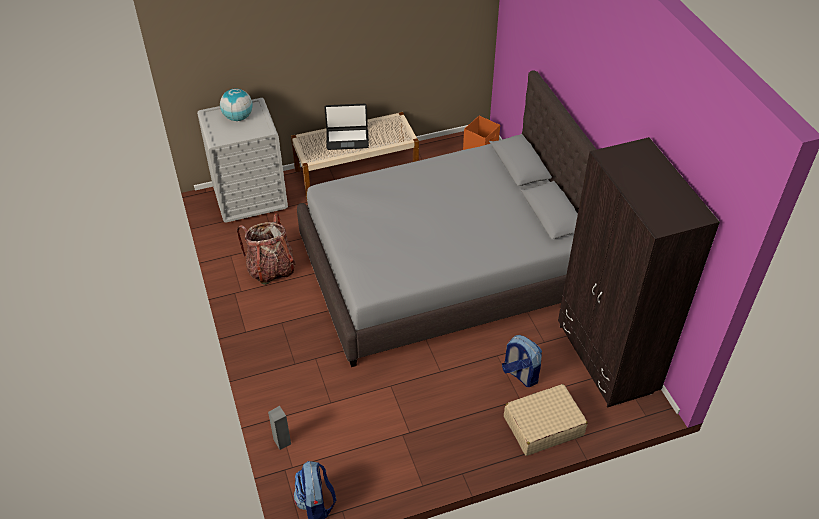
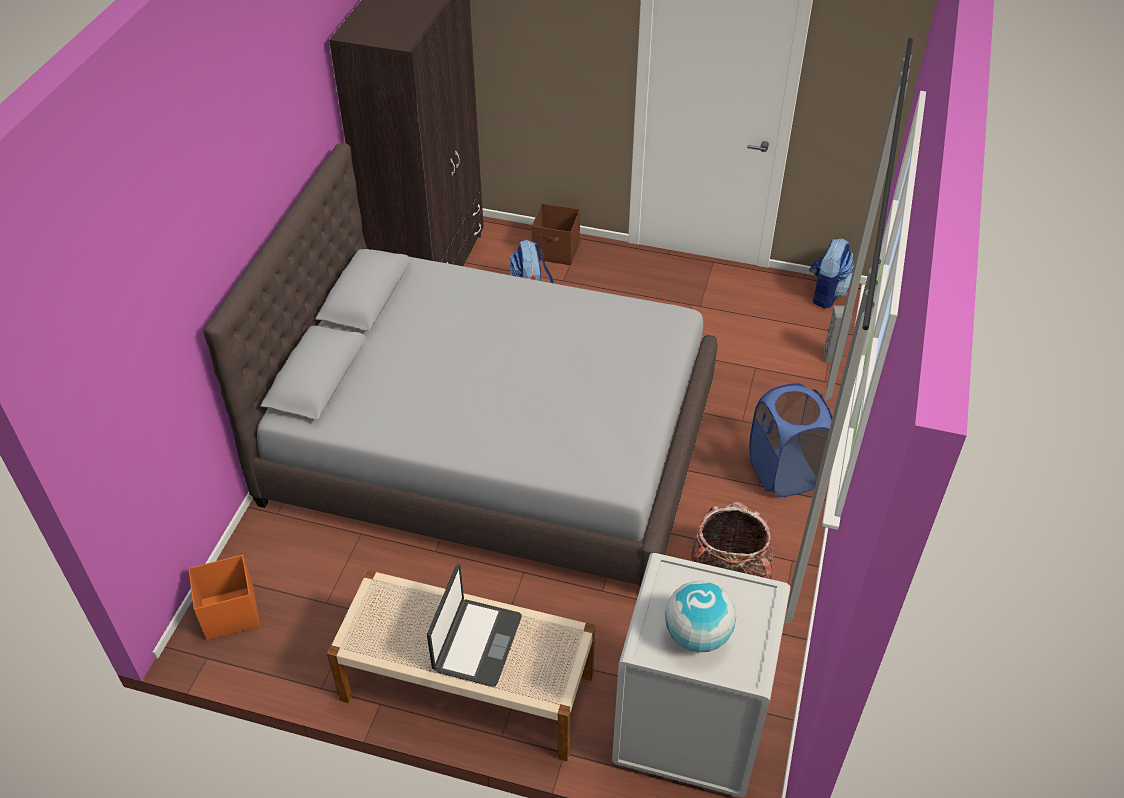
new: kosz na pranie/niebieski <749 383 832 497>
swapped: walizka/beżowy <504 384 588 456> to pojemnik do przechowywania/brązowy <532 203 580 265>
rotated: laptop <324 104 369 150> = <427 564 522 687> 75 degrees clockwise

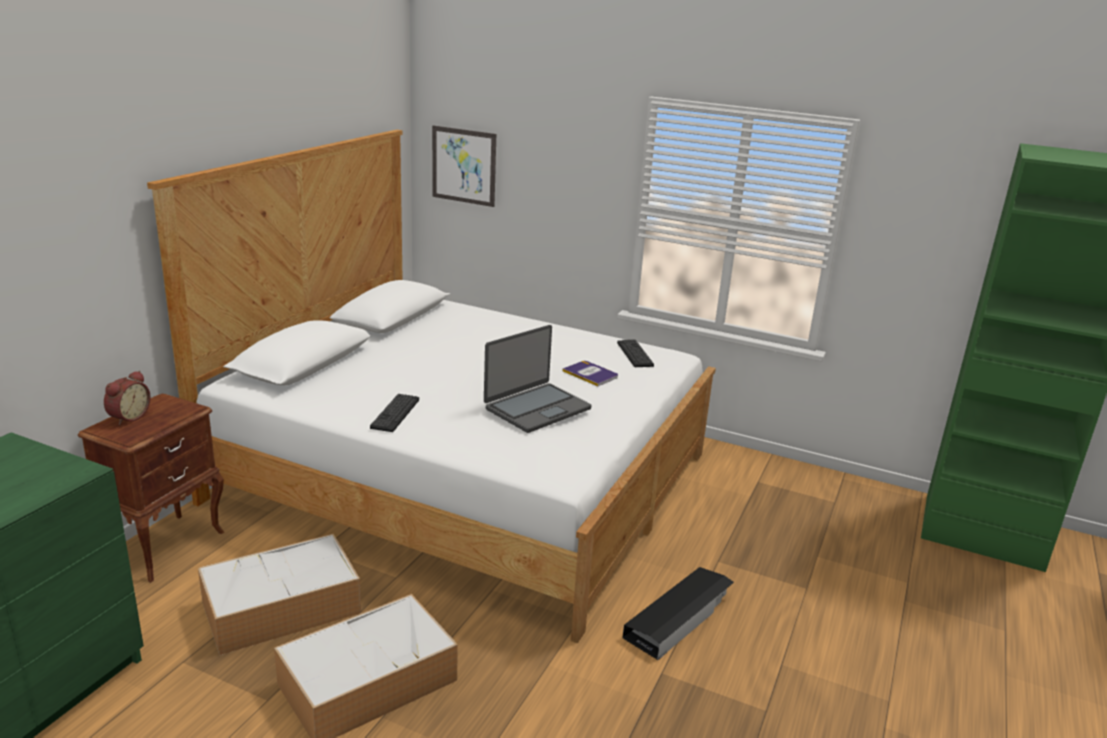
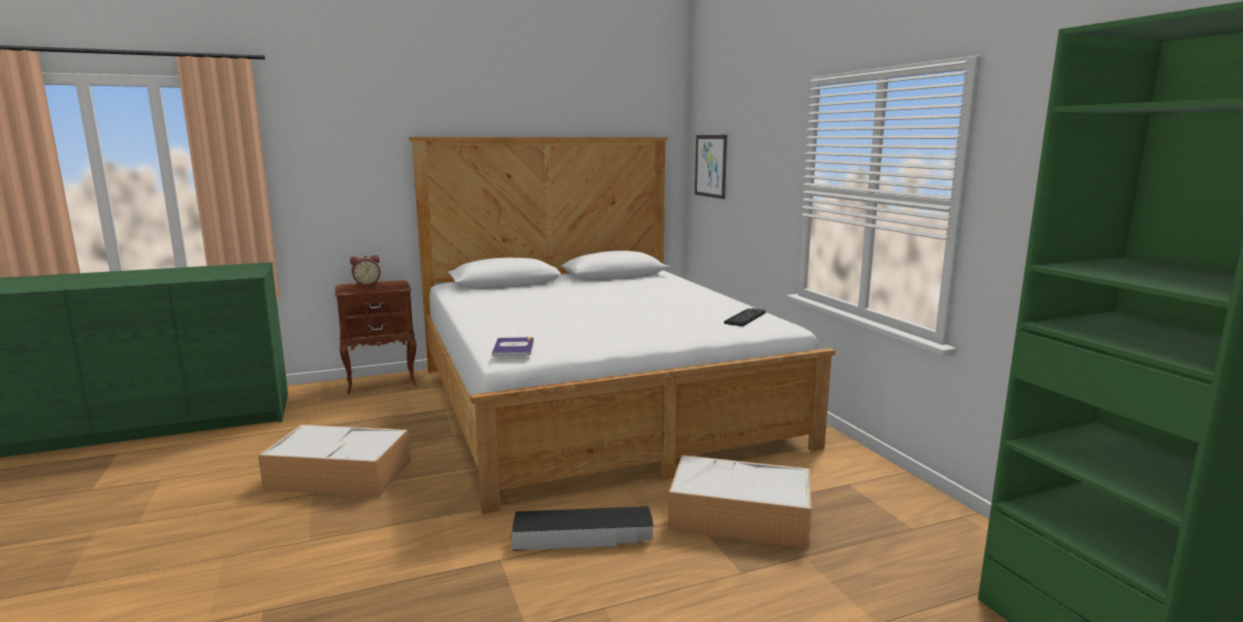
gone: klawiatura <370 394 419 432>; laptop <484 325 591 433>
shifted: książka <562 361 618 386> to <492 337 534 356>; pojemnik do przechowywania <198 534 361 655> to <668 455 811 549>

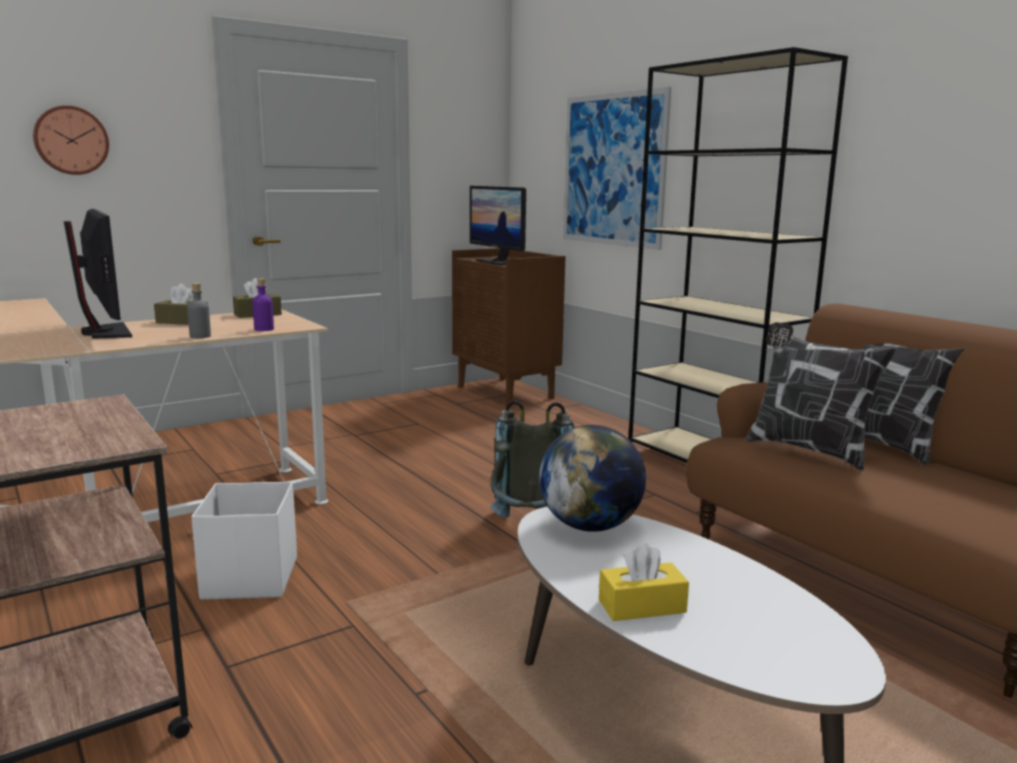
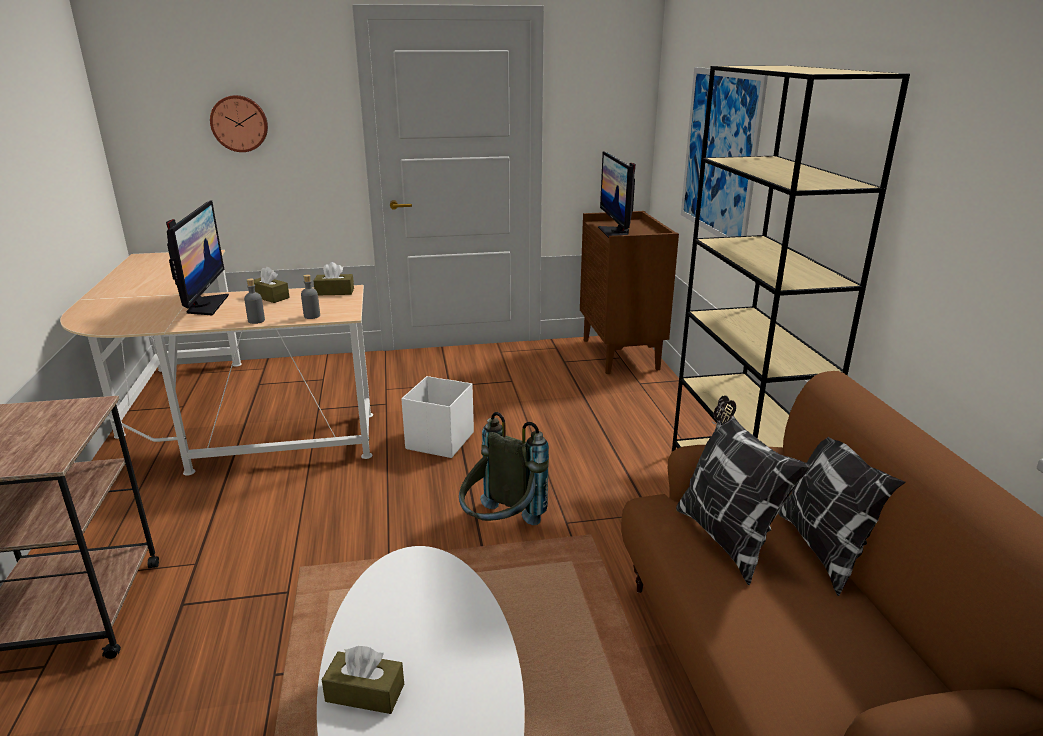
gone: globus <539 425 646 532>
shifted: pojemnik do przechowywania/biały <191 482 297 600> to <401 376 474 458>
repainted: butelka/fioletowy <252 278 274 331> to butelka/szary <301 274 320 319>; pudełko chusteczek/żółty <599 543 689 621> to pudełko chusteczek/brązowy <322 646 404 714>

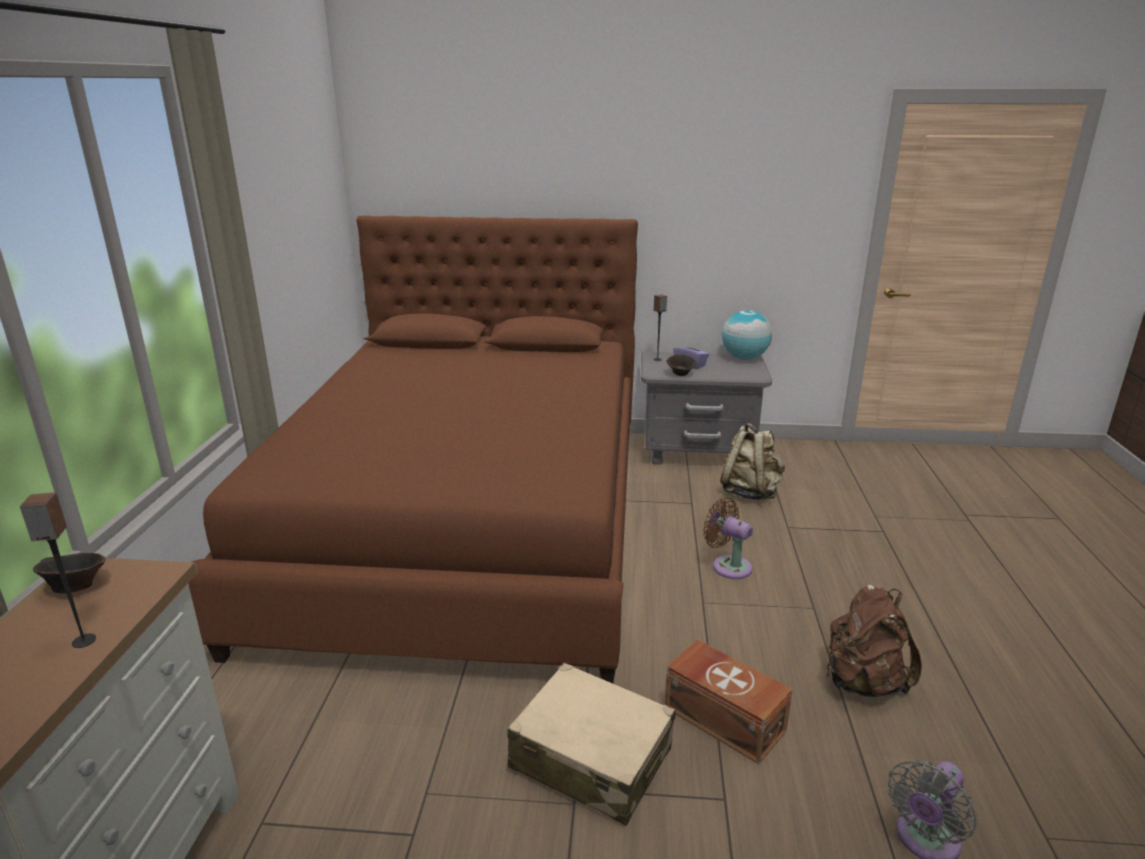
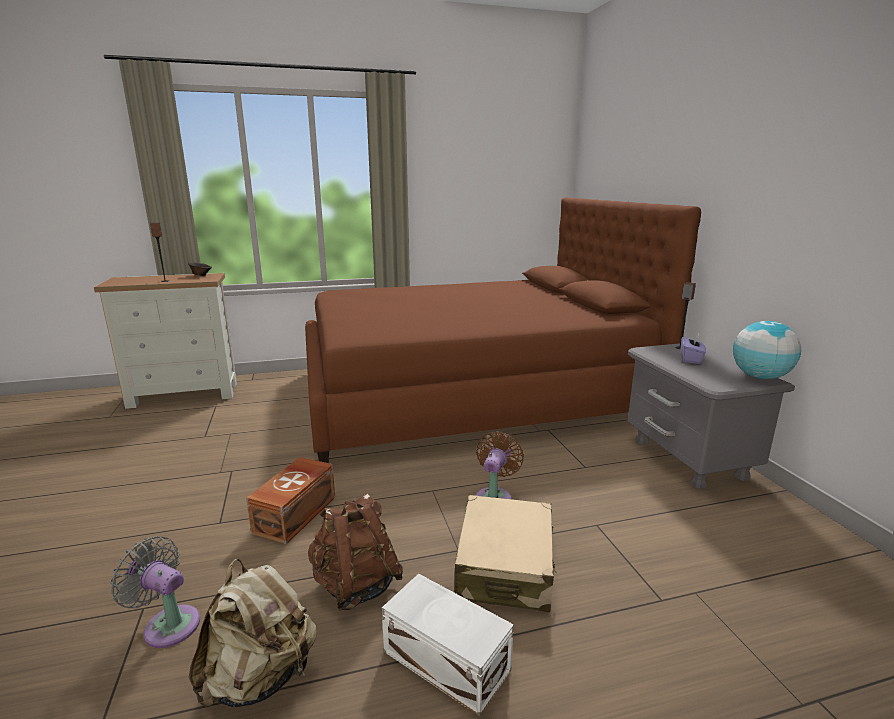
gone: miska/brązowy <666 354 697 376>
new: pojemnik do przechowywania/biały <382 574 514 716>
shifted: plecak/beżowy <720 423 785 500> to <189 559 317 707>; walizka/beżowy <507 663 676 826> to <454 495 557 612>

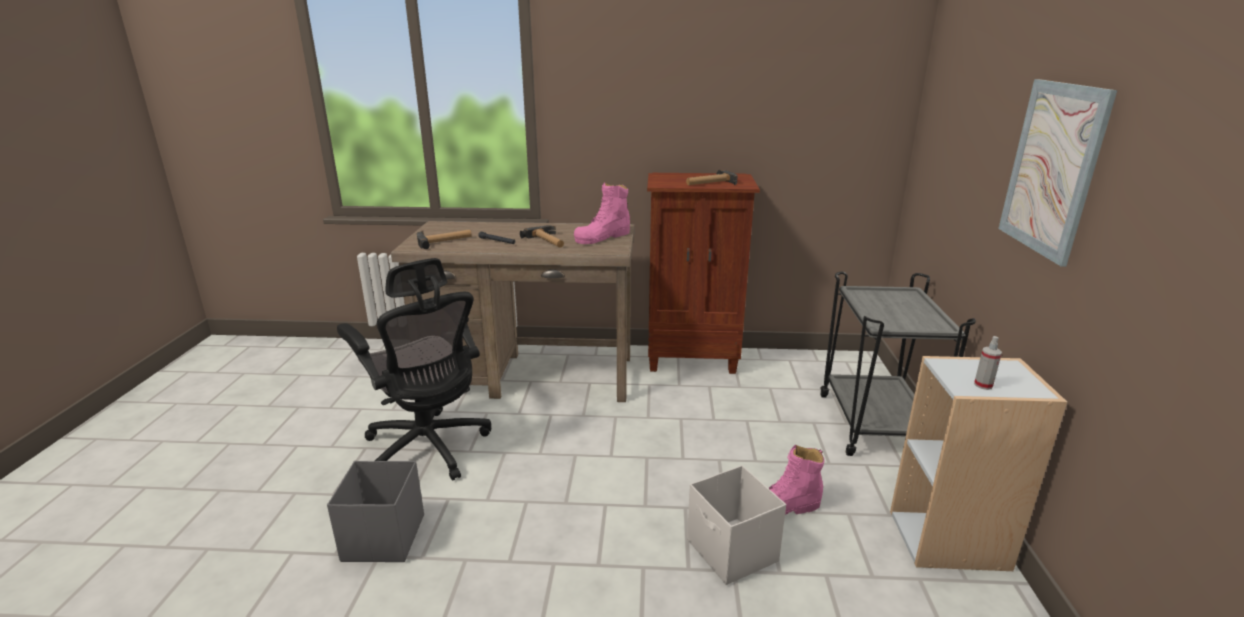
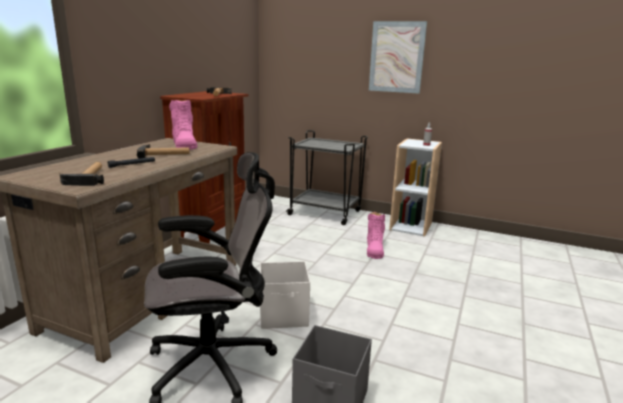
shifted: pojemnik do przechowywania/biały <687 465 786 585> to <260 261 310 329>

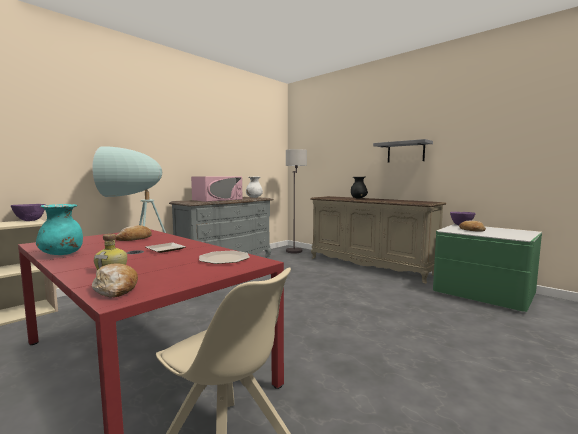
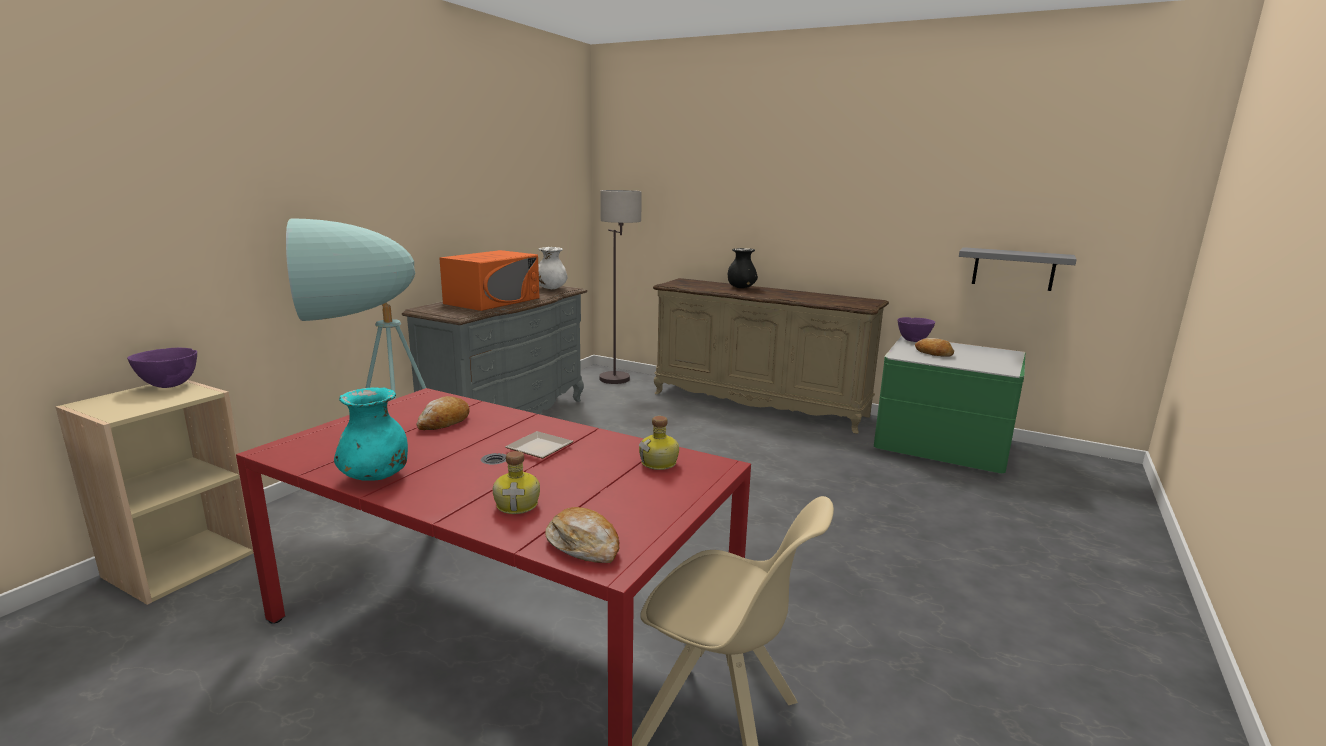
shifted: półka/szary <373 139 433 162> to <959 247 1077 291>
swapped: talerz <199 251 250 264> to butelka <639 416 679 470>
repainted: mikrofalówka/różowy <191 176 243 202> to mikrofalówka/pomarańczowy <439 250 539 311>

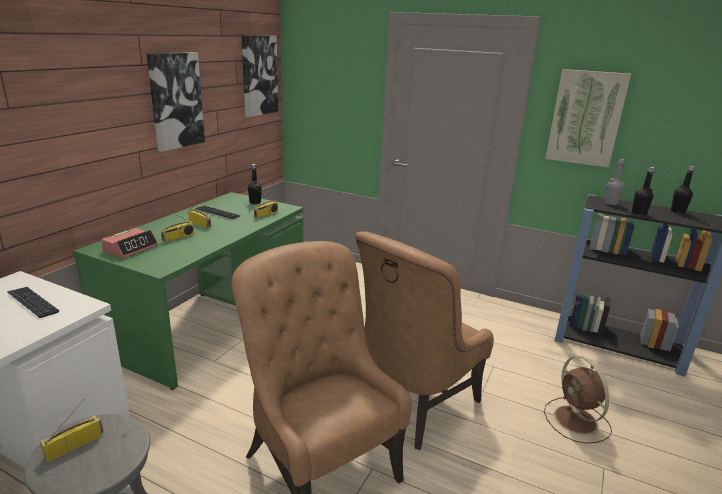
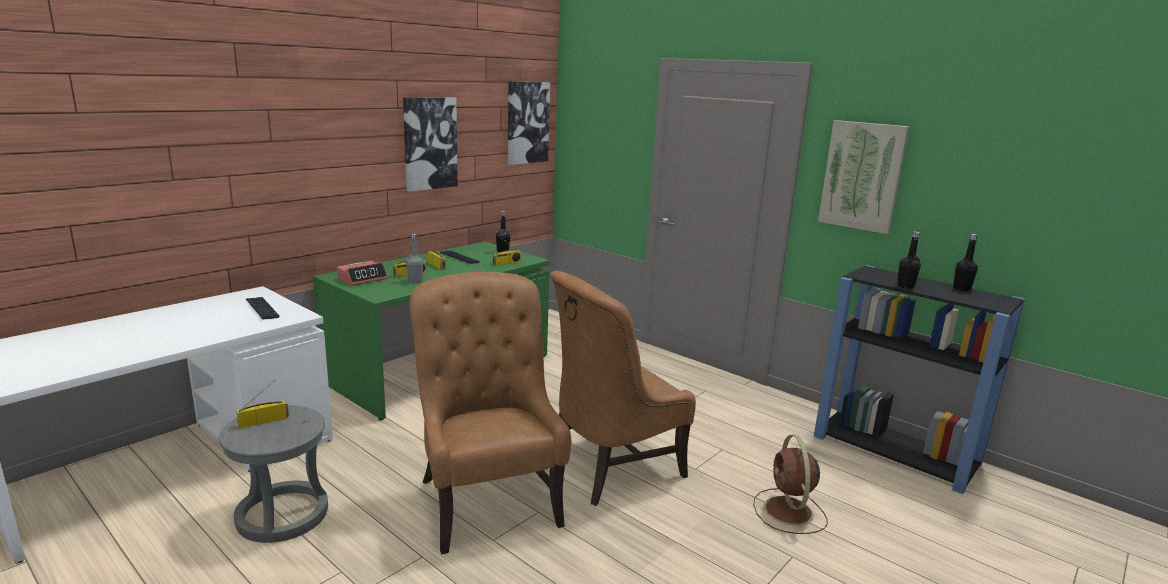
shifted: butelka/szary <604 159 624 205> to <406 234 423 283>

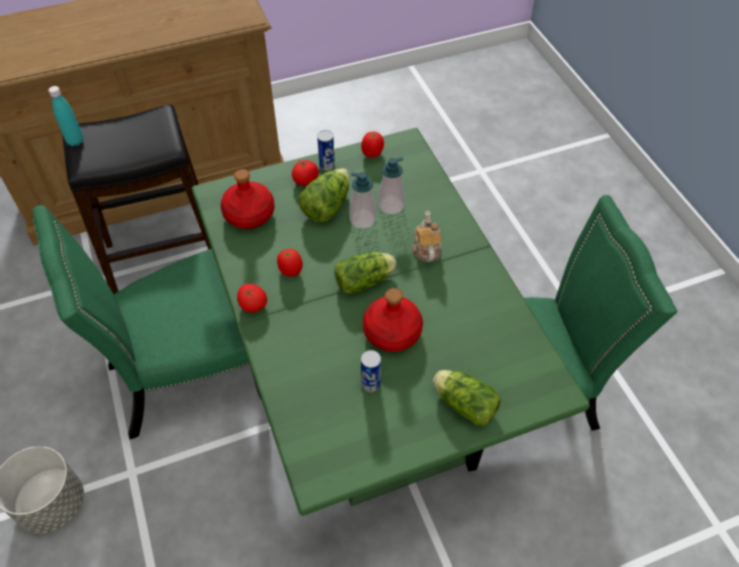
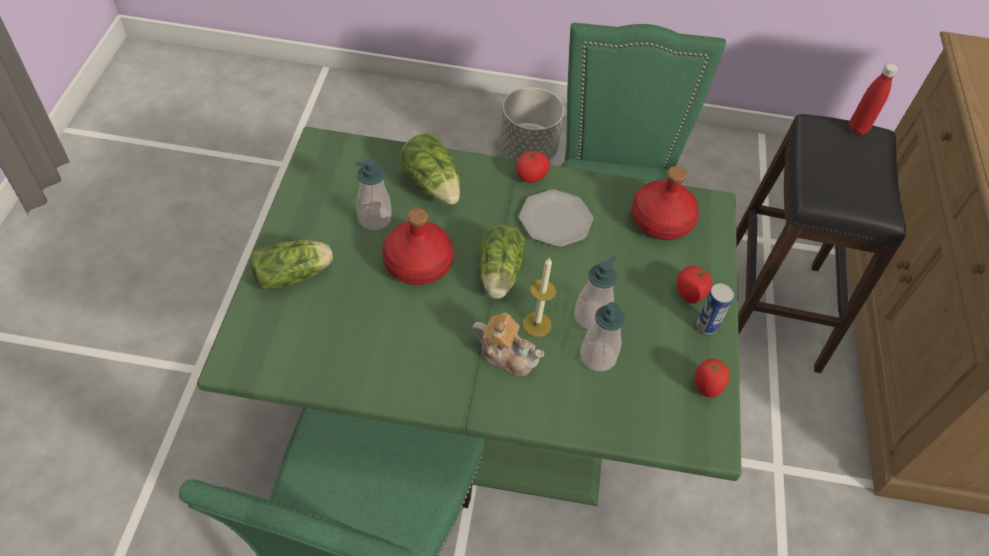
new: świeca <523 257 556 337>
shifted: sałata <299 168 349 222> to <400 134 460 205>
swapped: puszka <361 350 381 392> to dozownik mydła <355 159 392 230>; pomidor <277 249 303 277> to talerz <519 189 593 247>
repainted: butelka/turkusowy <48 86 83 146> to butelka/czerwony <849 63 898 135>

